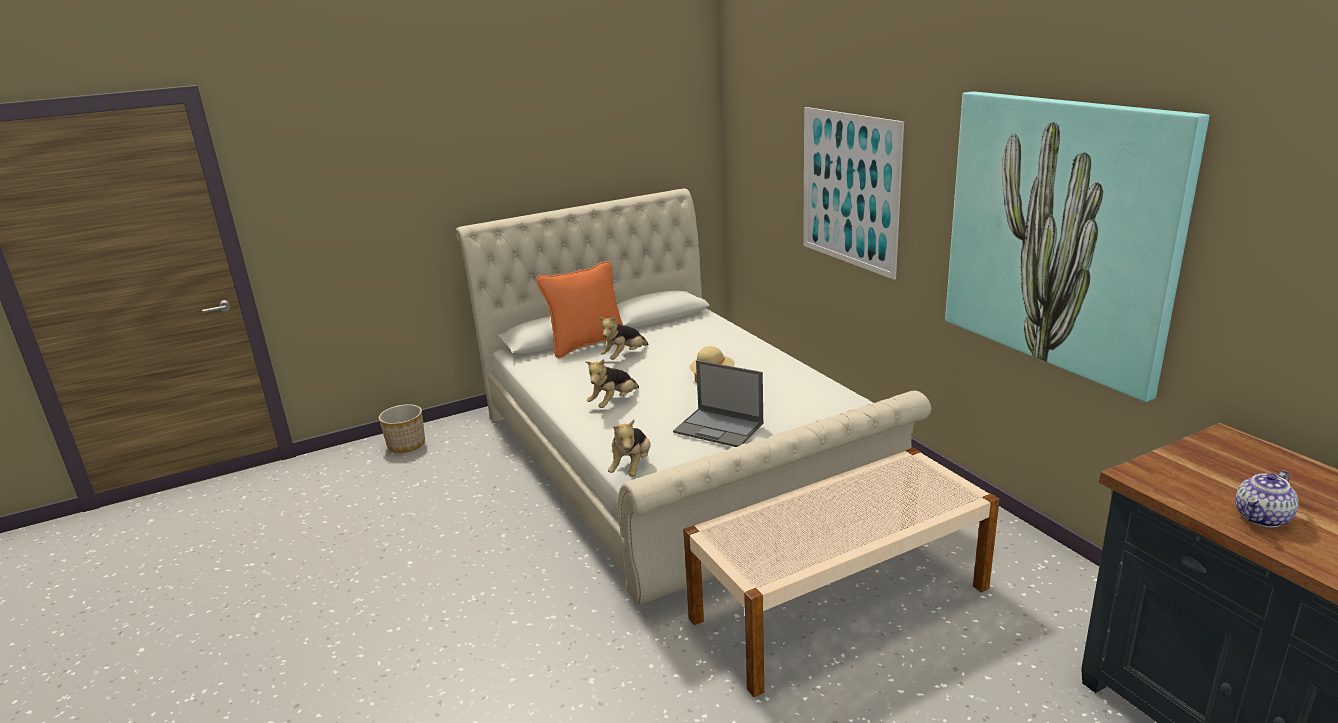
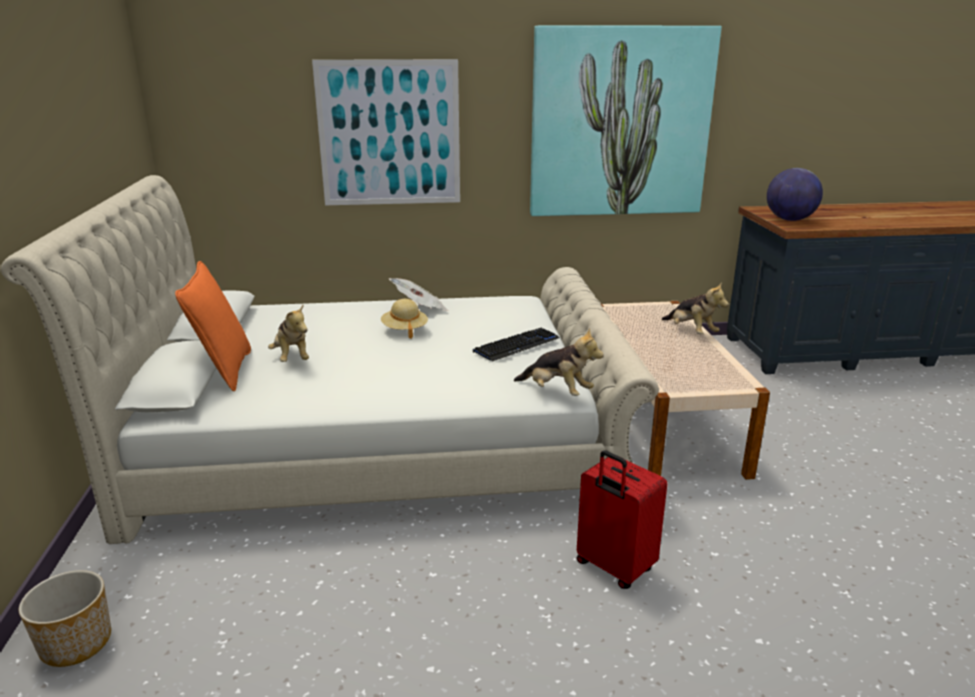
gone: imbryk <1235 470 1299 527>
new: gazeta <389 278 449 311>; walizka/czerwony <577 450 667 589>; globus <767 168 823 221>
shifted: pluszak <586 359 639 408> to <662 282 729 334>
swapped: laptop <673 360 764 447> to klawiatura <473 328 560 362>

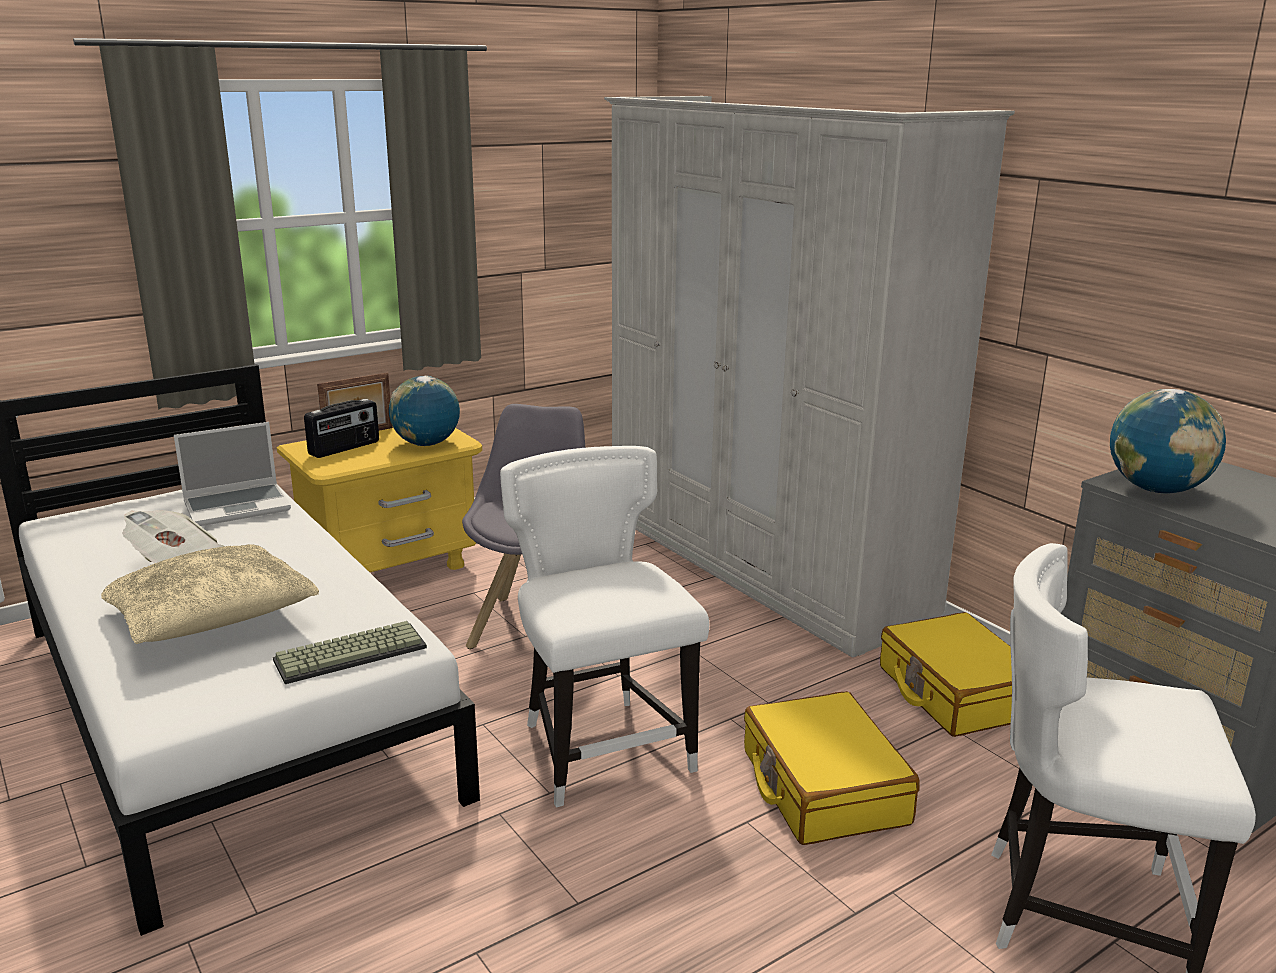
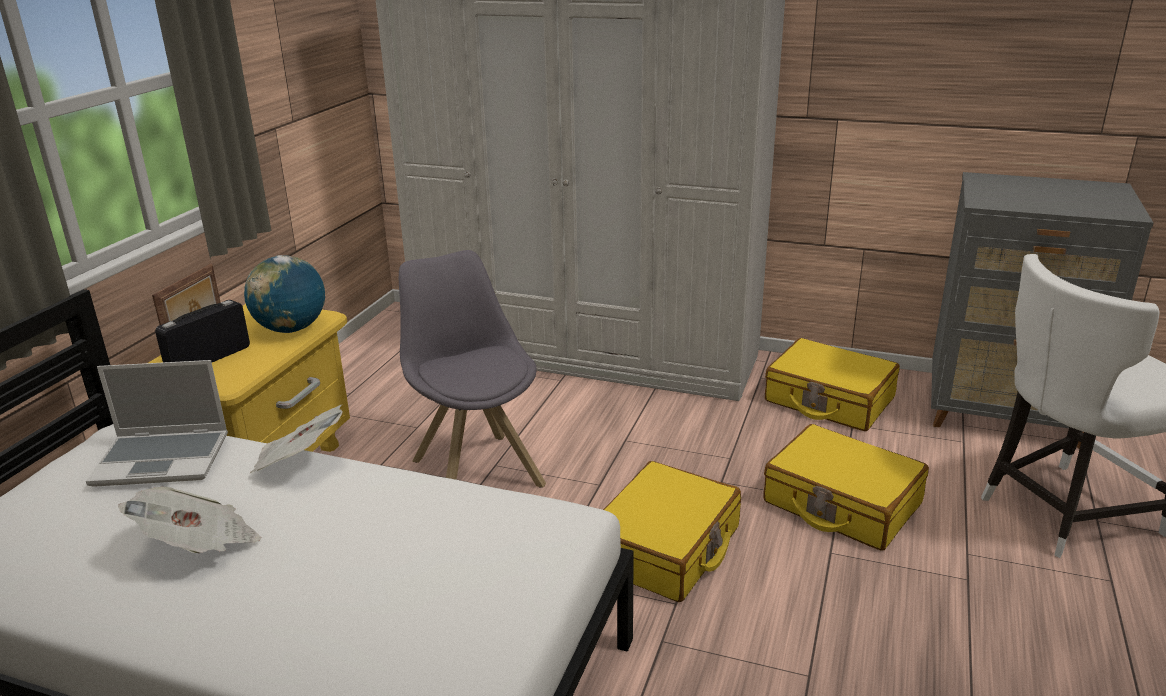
gone: poduszka/beżowy <101 544 319 644>; klawiatura <273 621 427 684>; globus <1110 389 1226 494>
new: gazeta <250 404 343 473>
swapped: krzesło/biały <500 446 709 808> to walizka/żółty <603 461 741 602>
rotated: laptop <174 422 291 526> = <86 360 228 487> 60 degrees clockwise; radio <304 399 379 458> = <155 300 250 362> 150 degrees counterclockwise

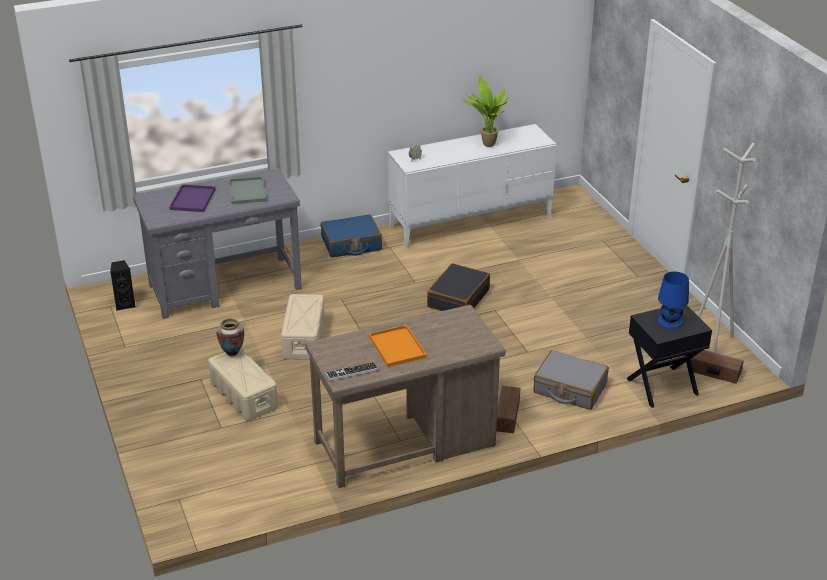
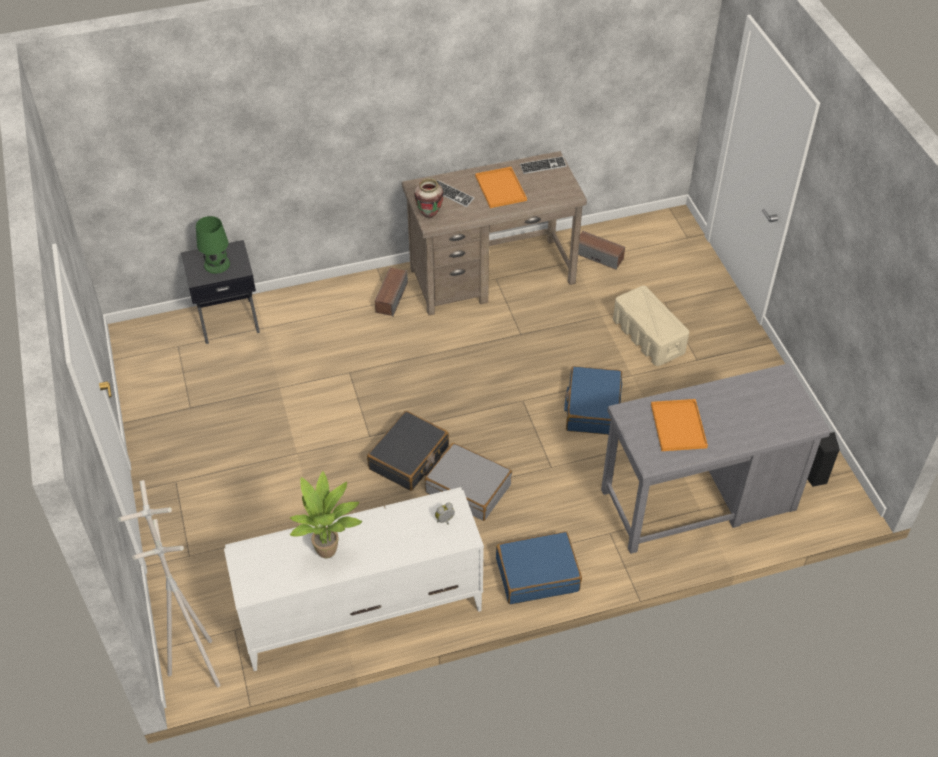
gone: taca/fioletowy <169 184 215 212>
new: klawiatura <437 180 474 207>
shifted: wieszak/szary <698 143 756 353> to <118 480 221 687>; wazon <216 318 244 356> to <414 178 444 218>; walizka/szary <533 350 609 410> to <425 443 512 521>; głośnik <691 350 744 384> to <578 231 625 270>
swapped: pojemnik do przechowywania/beżowy <281 294 325 360> to walizka/niebieski <564 366 622 435>
repainted: lampa stołowa/niebieski <657 272 689 329> to lampa stołowa/zielony <196 216 230 274>; taca/szary <229 176 266 204> to taca/pomarańczowy <651 399 708 451>

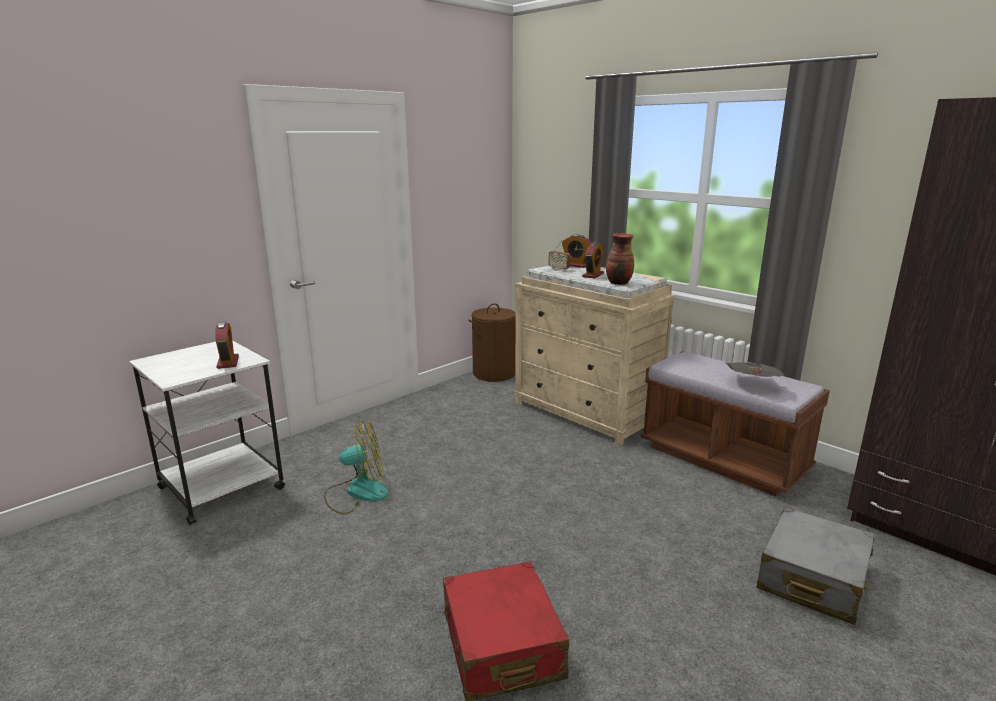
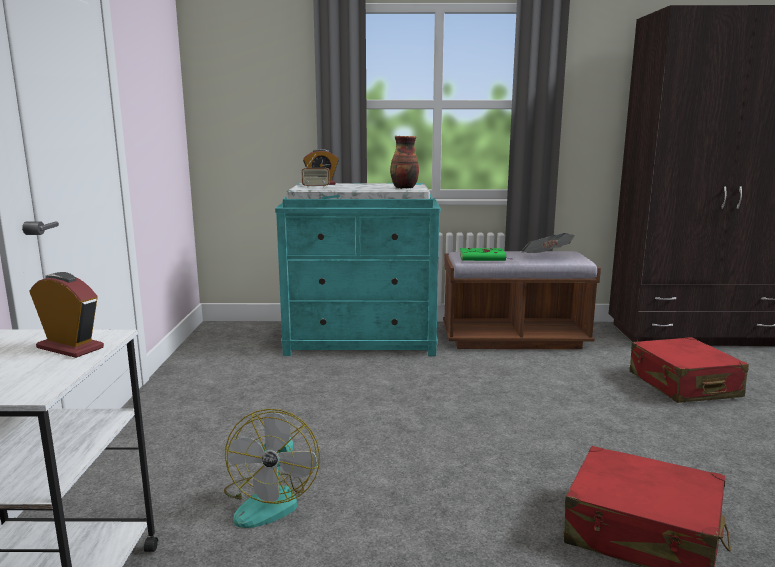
gone: kosz na pranie/brązowy <468 303 516 382>; budzik <582 242 604 278>
new: książka/zielony <460 248 510 261>
repainted: komoda/beżowy <514 265 675 446> to komoda/turkusowy <275 183 441 356>; walizka/szary <757 507 875 625> to walizka/czerwony <630 337 749 403>
rotated: wentylator <324 421 388 514> = <224 409 320 528> 150 degrees clockwise

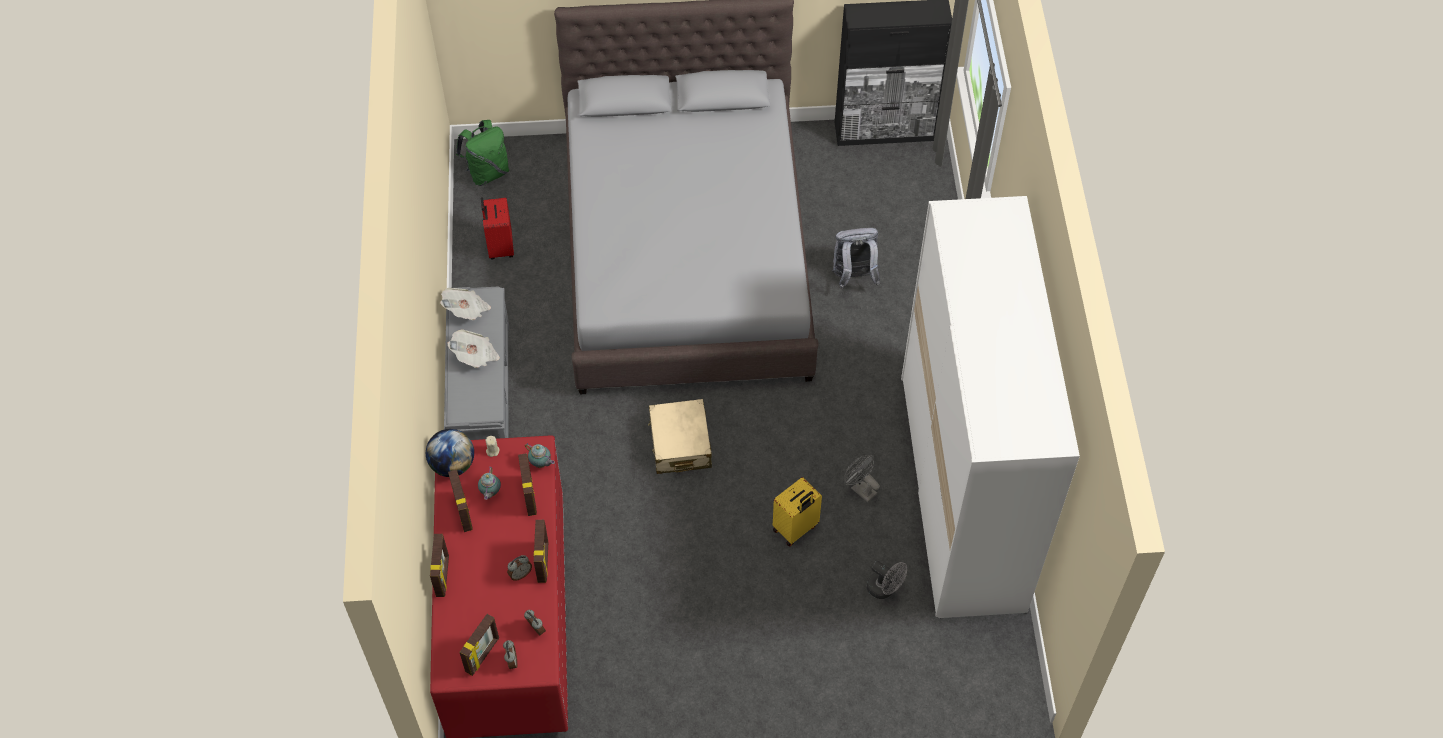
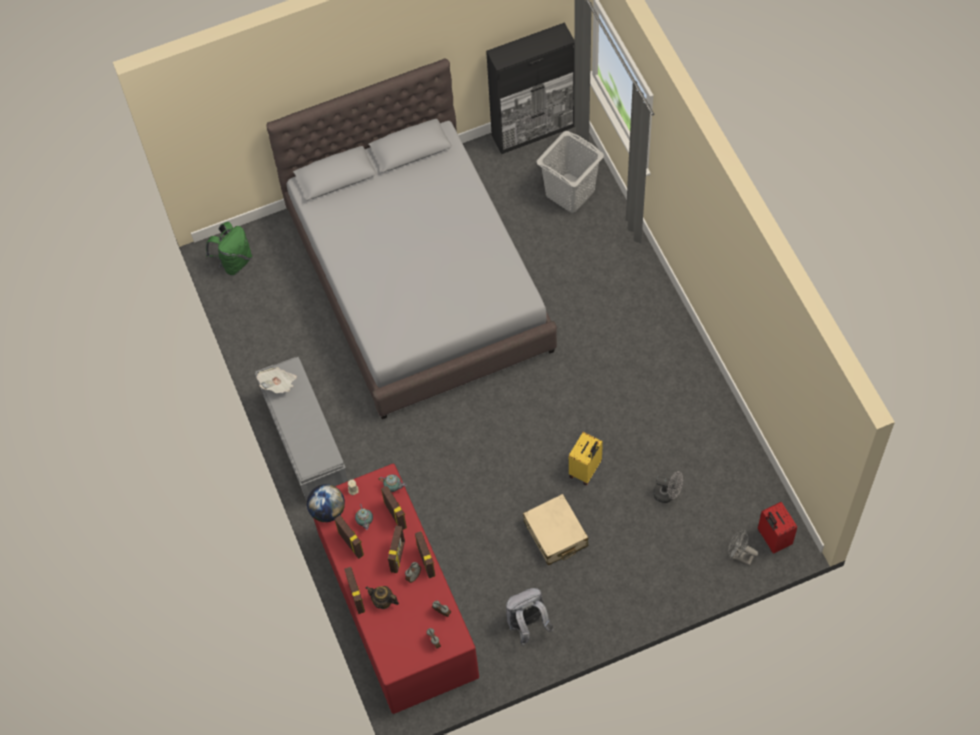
gone: gazeta <447 329 500 368>; szafa/biały <901 196 1080 618>
new: imbryk <366 586 399 609>; kosz na pranie/szary <536 131 604 213>
shifted: ramka na zdjęcie <459 614 499 676> to <388 526 405 573>; plecak/szary <831 228 880 289> to <506 588 554 646>; walizka/beżowy <648 399 712 474> to <523 494 588 565>; wentylator/szary <844 455 880 502> to <728 530 759 566>; walizka/czerwony <481 197 514 260> to <758 502 797 554>

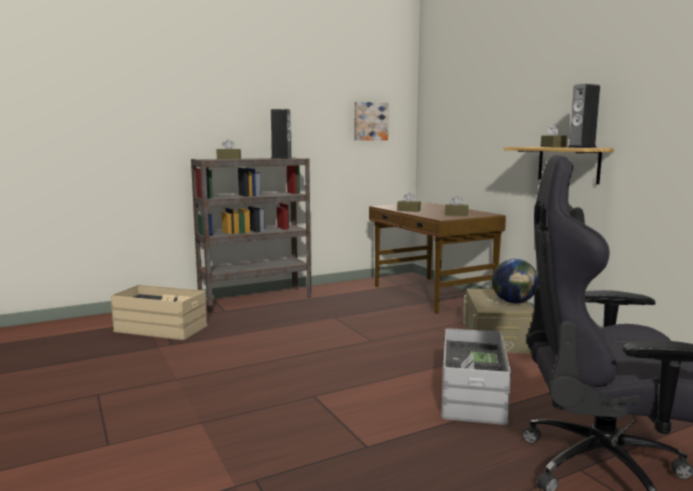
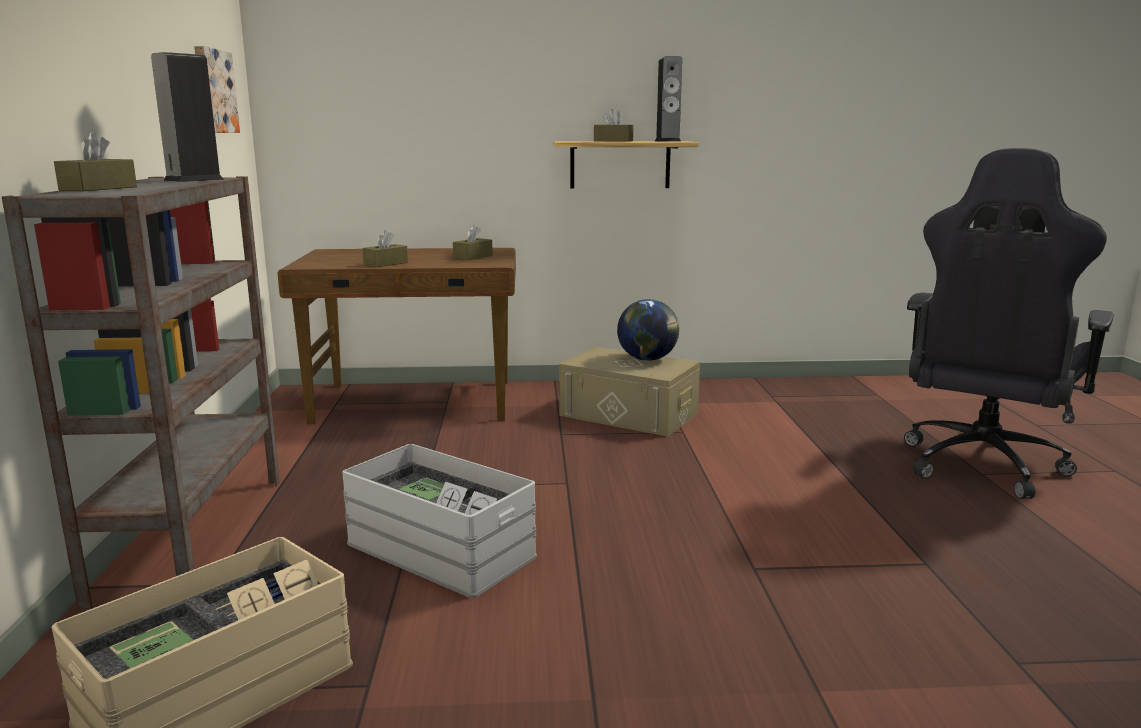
shifted: pojemnik do przechowywania/szary <441 328 511 425> to <342 444 537 598>

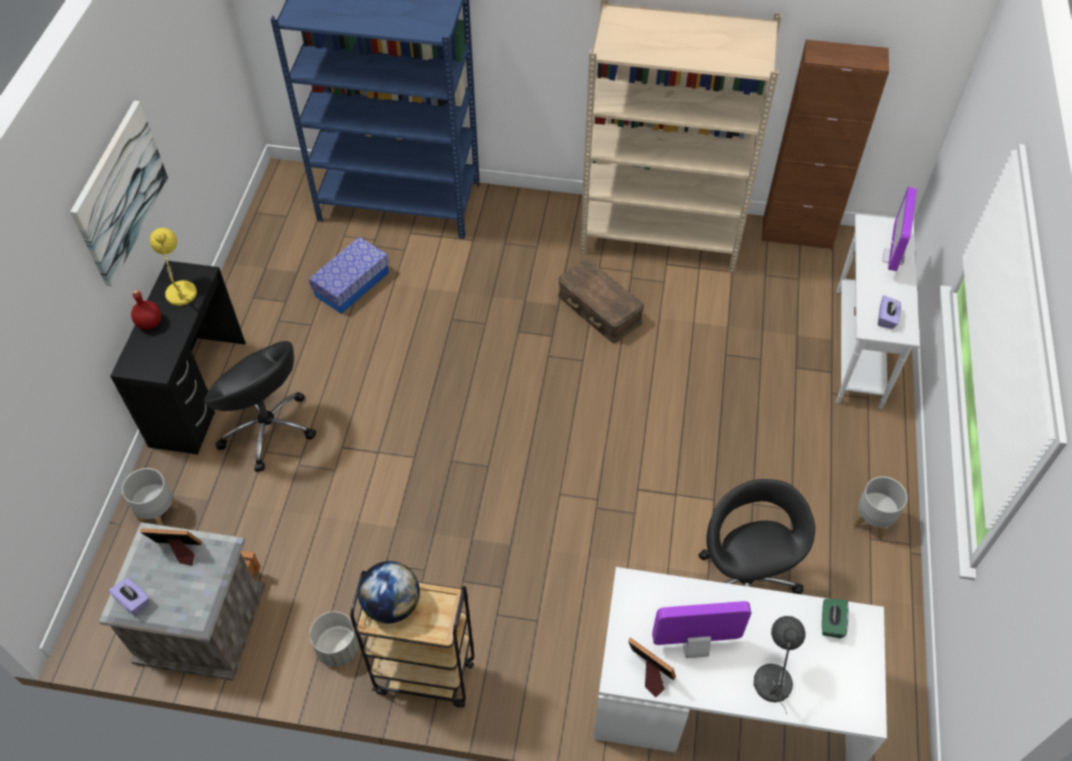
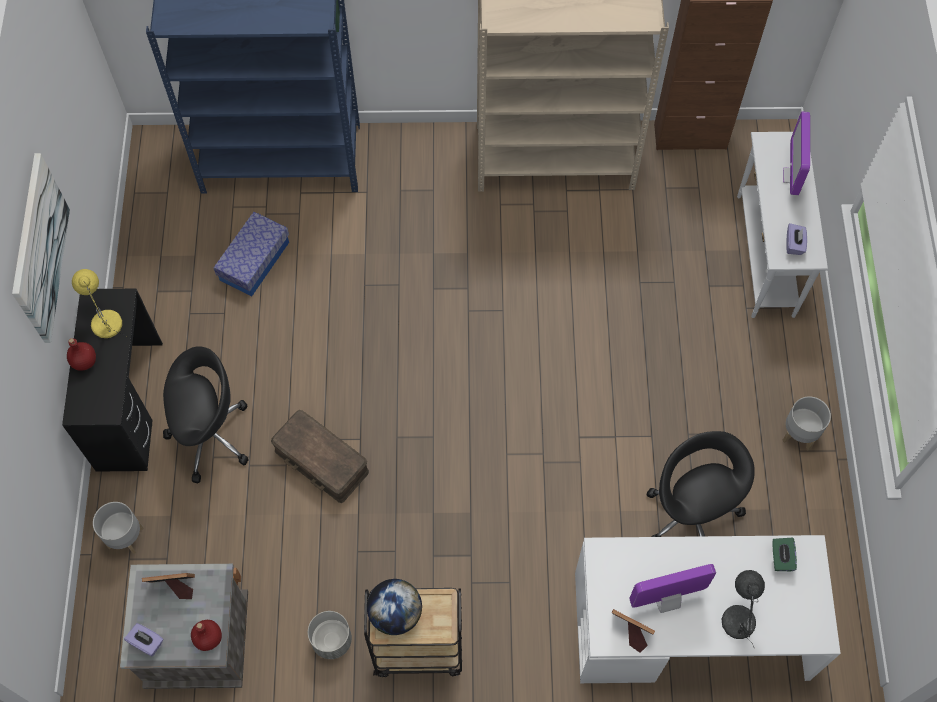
new: butelka/czerwony <191 620 222 651>
shifted: pojemnik do przechowywania/brązowy <558 259 644 343> to <271 410 369 503>
rotated: krzesło biurowe/czarny <204 341 316 472> = <163 346 249 483> 45 degrees counterclockwise

